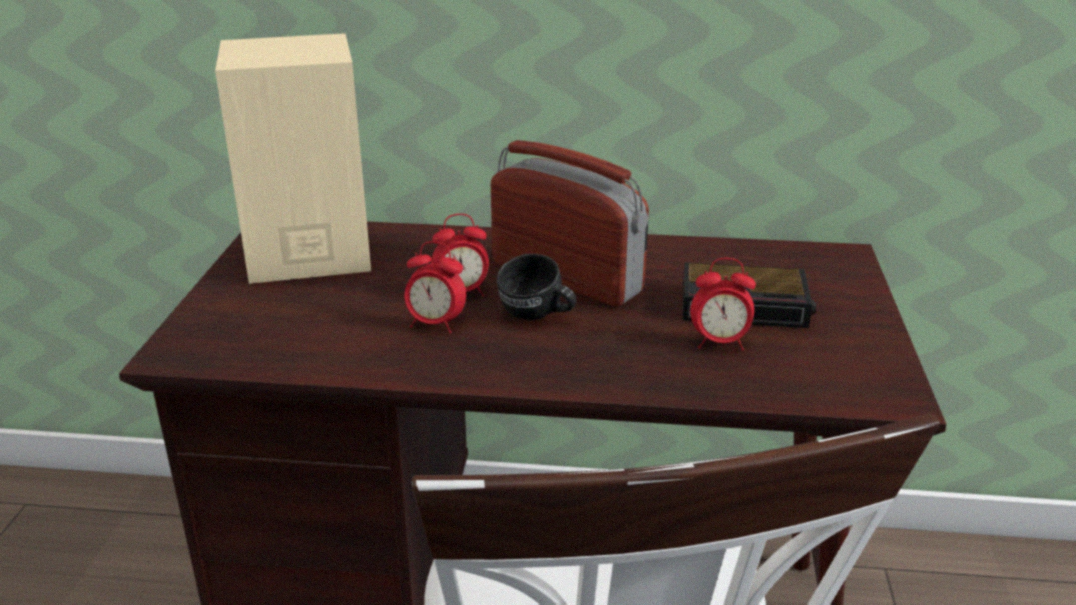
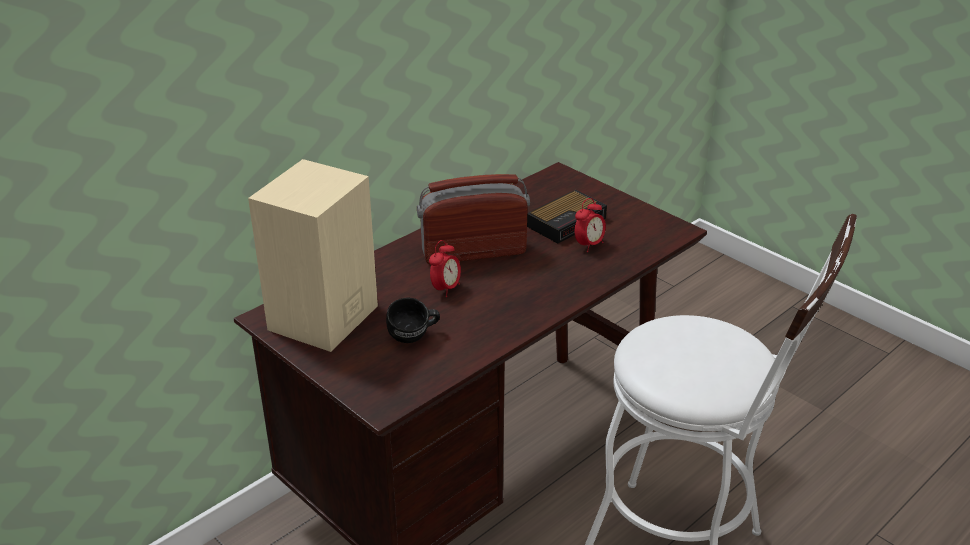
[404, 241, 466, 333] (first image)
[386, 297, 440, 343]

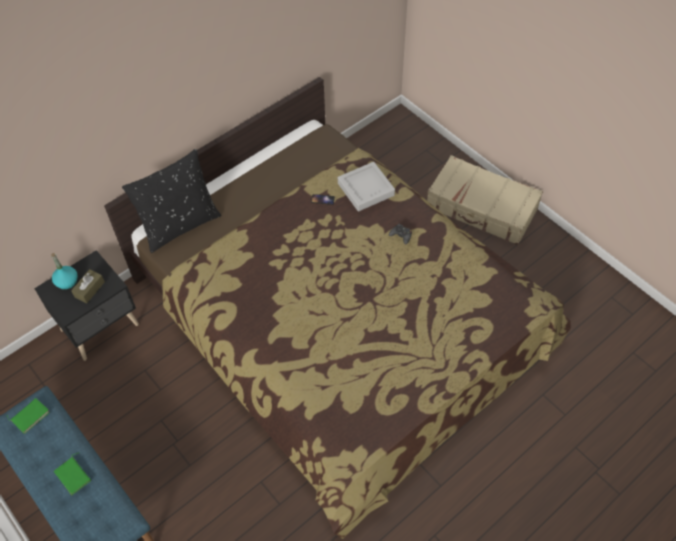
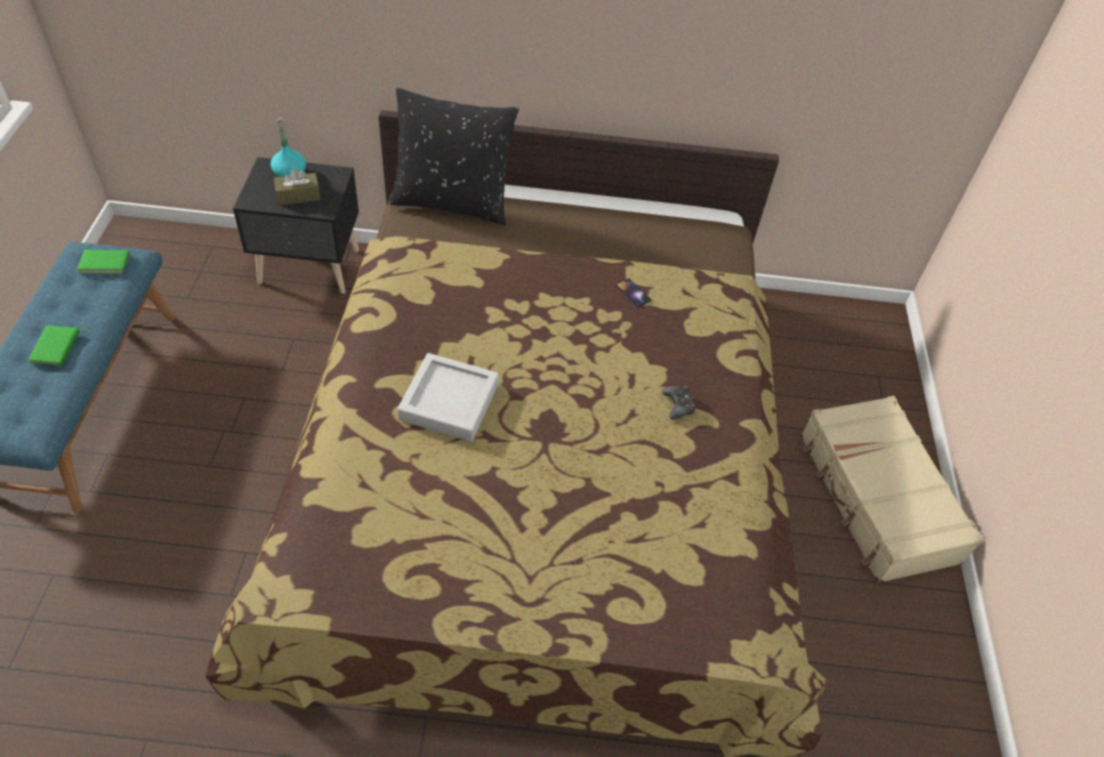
[398, 353, 499, 442]

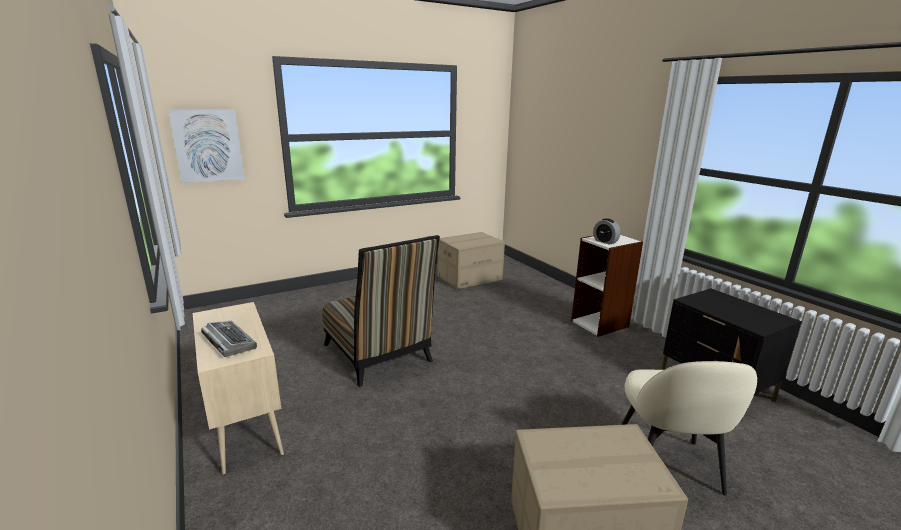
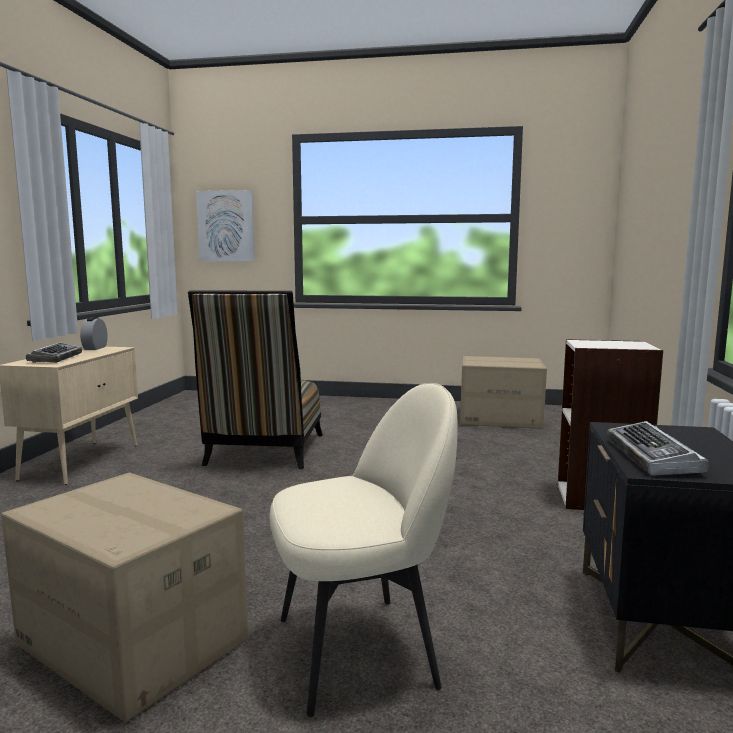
[607, 421, 709, 476]
[80, 317, 108, 350]
[270, 383, 458, 717]

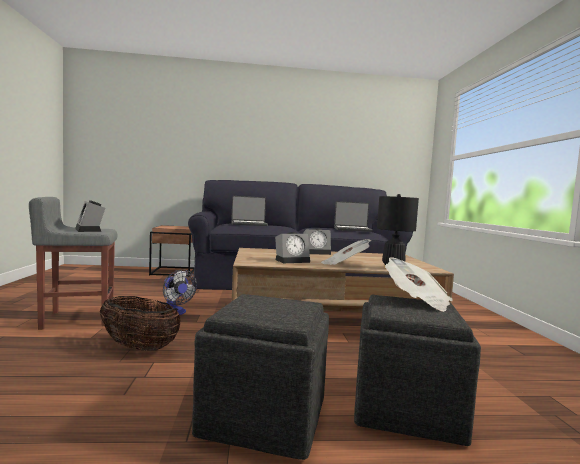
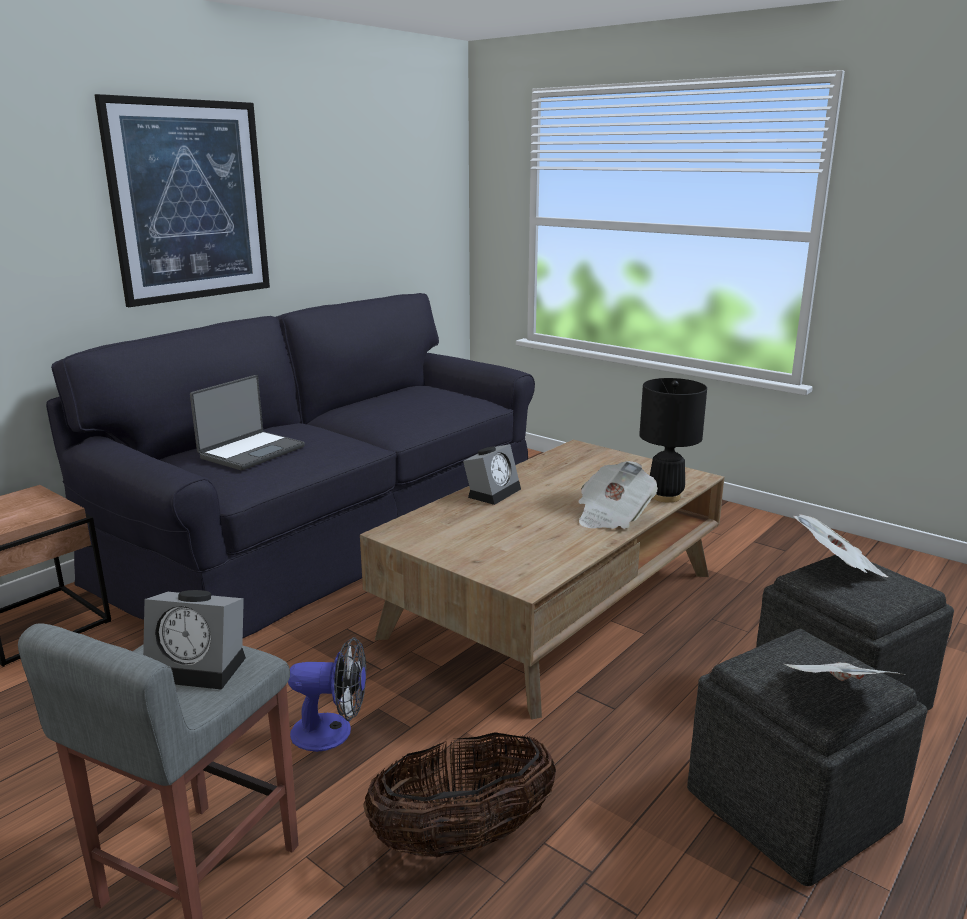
[275, 232, 310, 263] (first image)
[334, 201, 373, 232] (first image)
[94, 94, 270, 307]
[782, 663, 907, 681]

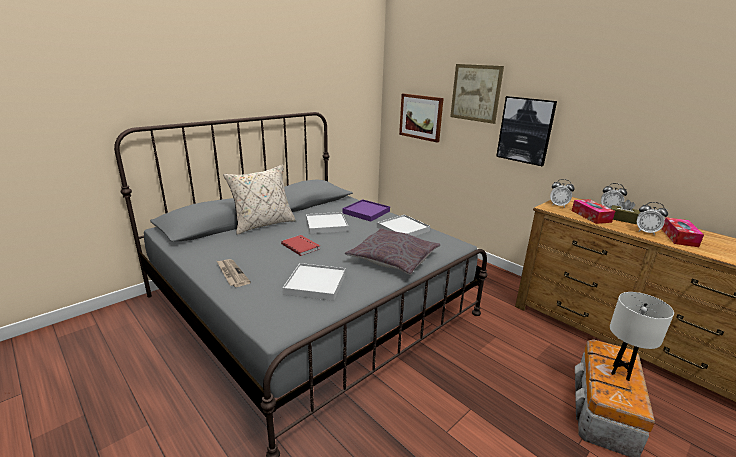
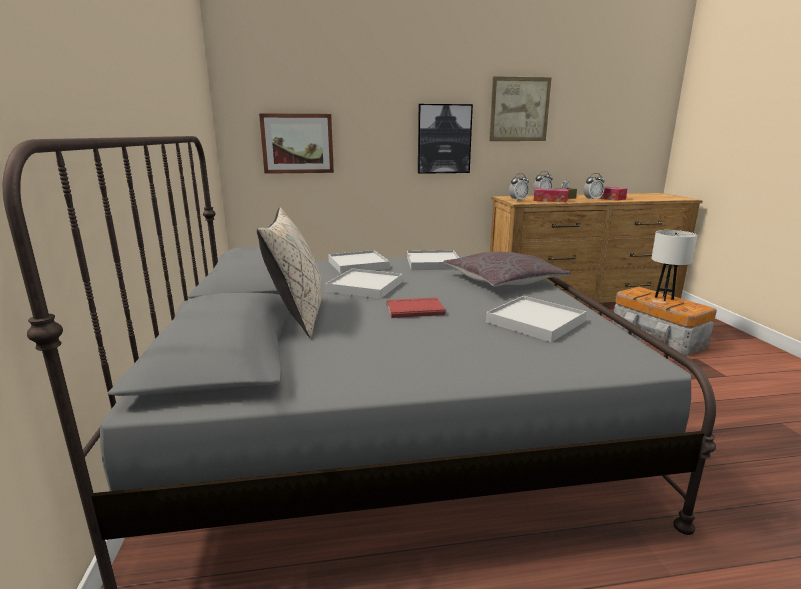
[217, 259, 251, 287] (first image)
[489, 76, 552, 141]
[328, 250, 390, 274]

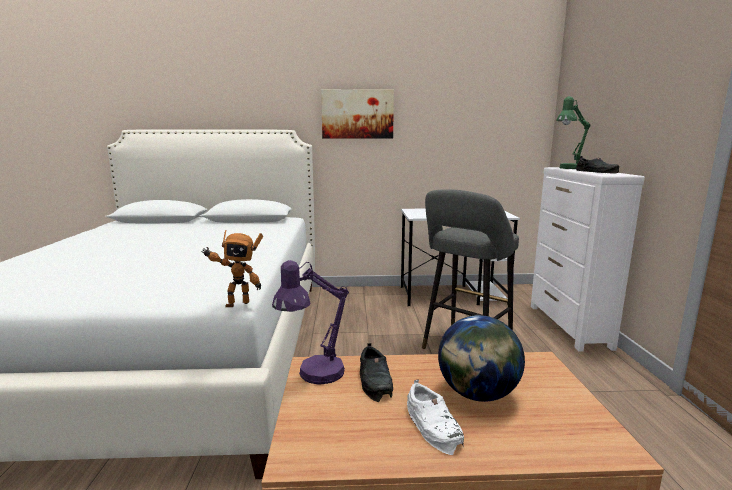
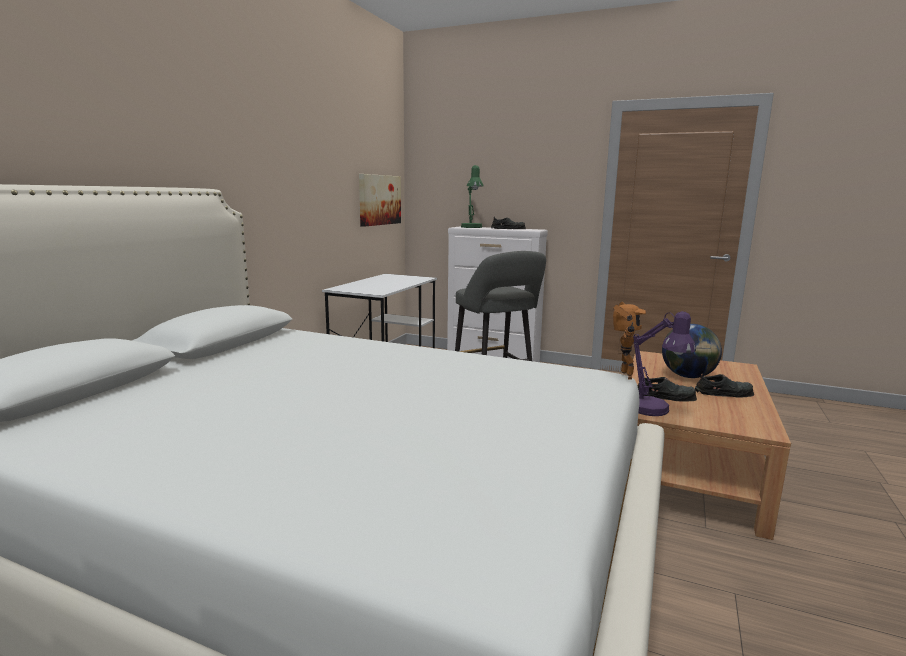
[359, 174, 401, 227]
[695, 374, 754, 398]

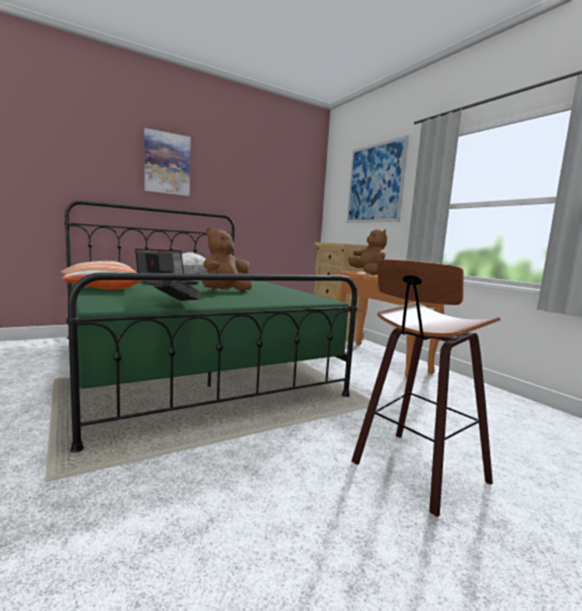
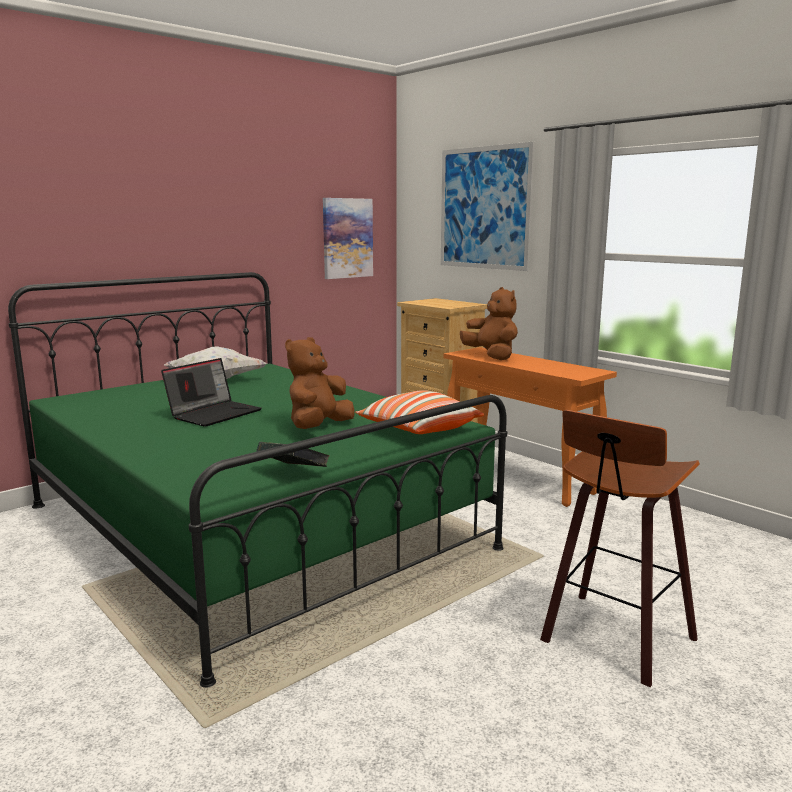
[355, 390, 484, 434]
[323, 198, 373, 279]

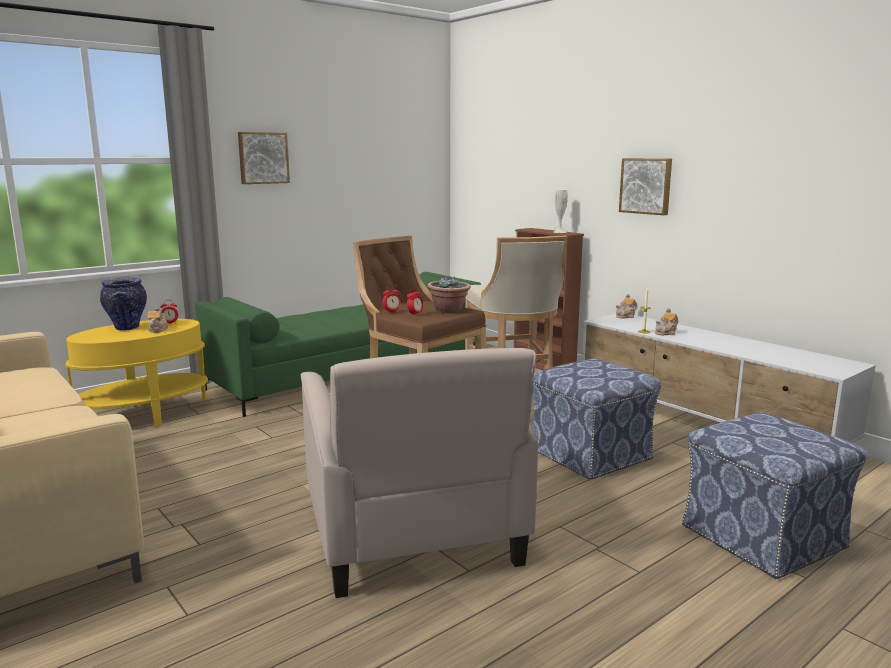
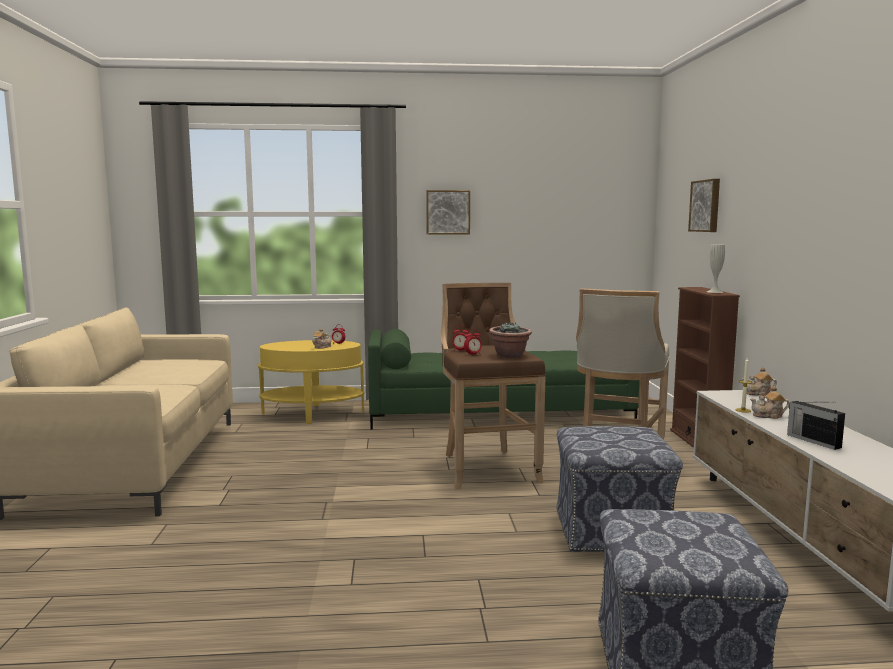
[100, 277, 147, 331] (first image)
[301, 348, 538, 598] (first image)
[787, 401, 845, 450]
[688, 179, 720, 232]

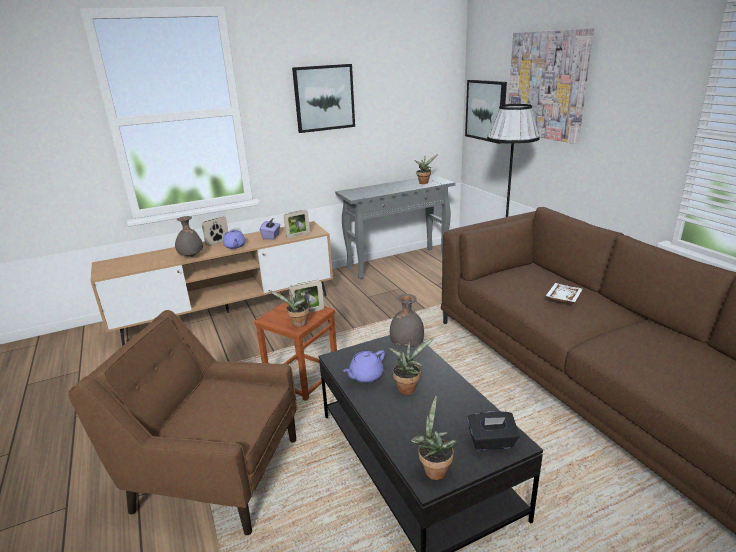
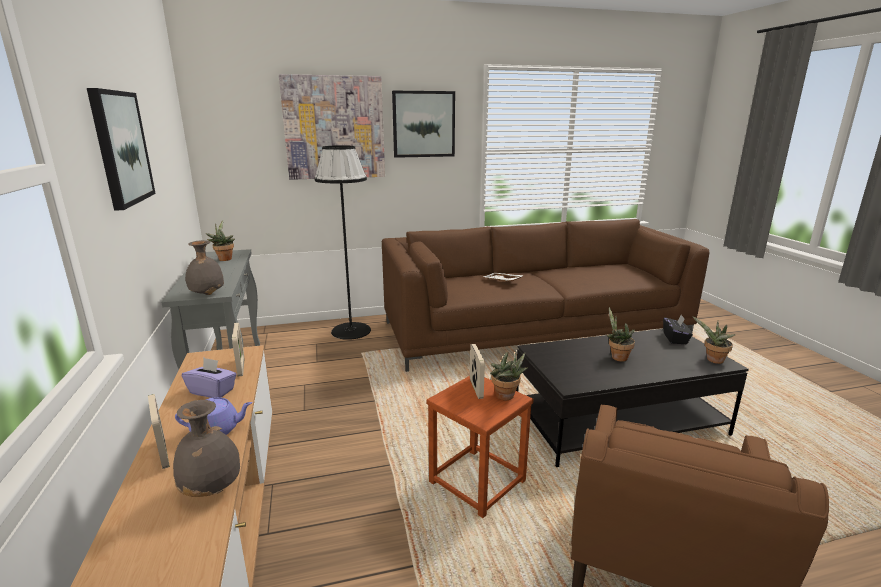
[344, 350, 385, 383] (first image)
[185, 240, 224, 295]
[392, 91, 455, 158]

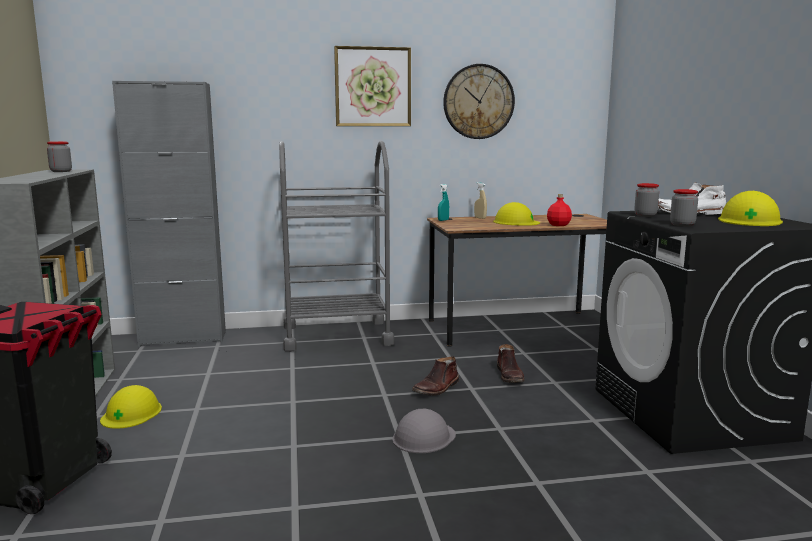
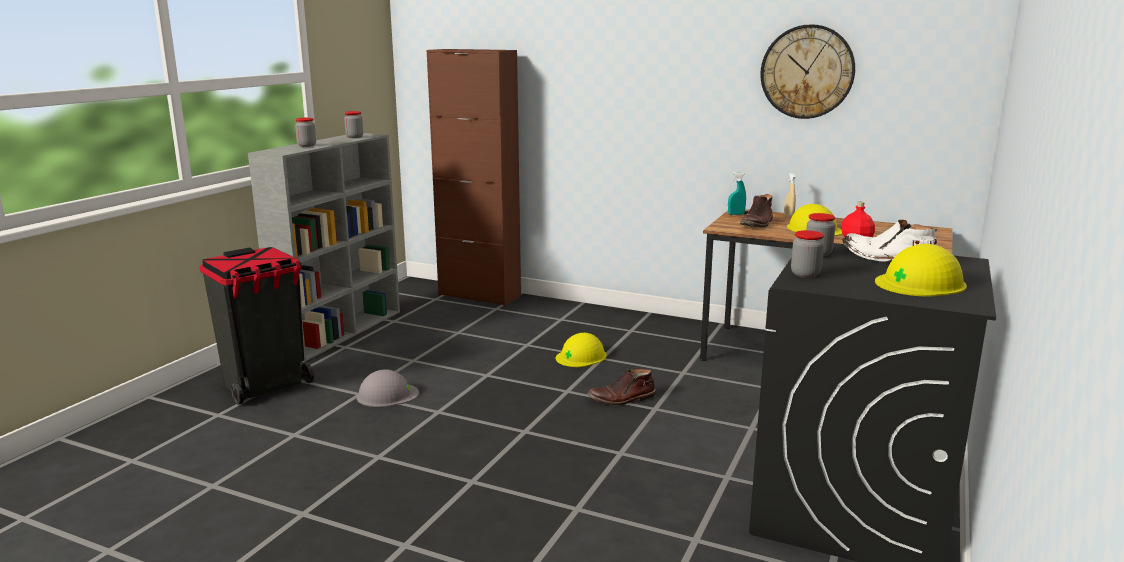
[279, 141, 394, 352] (first image)
[334, 46, 411, 126] (first image)
[295, 118, 316, 147]
[556, 333, 606, 367]
[356, 369, 419, 407]
[740, 194, 773, 227]
[427, 49, 521, 306]

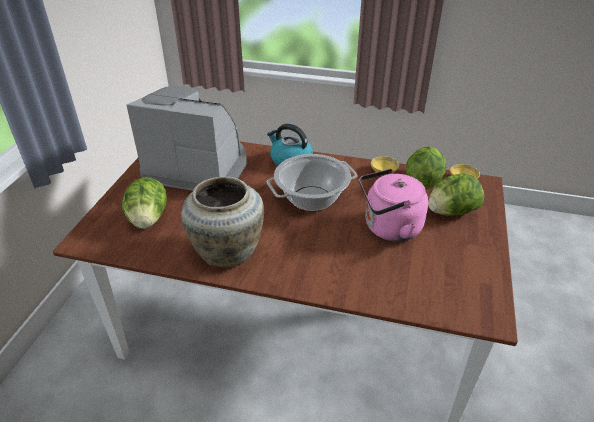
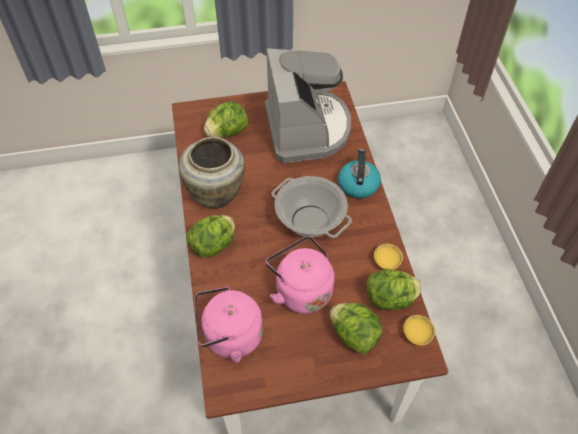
[187, 215, 235, 258]
[194, 287, 263, 363]

